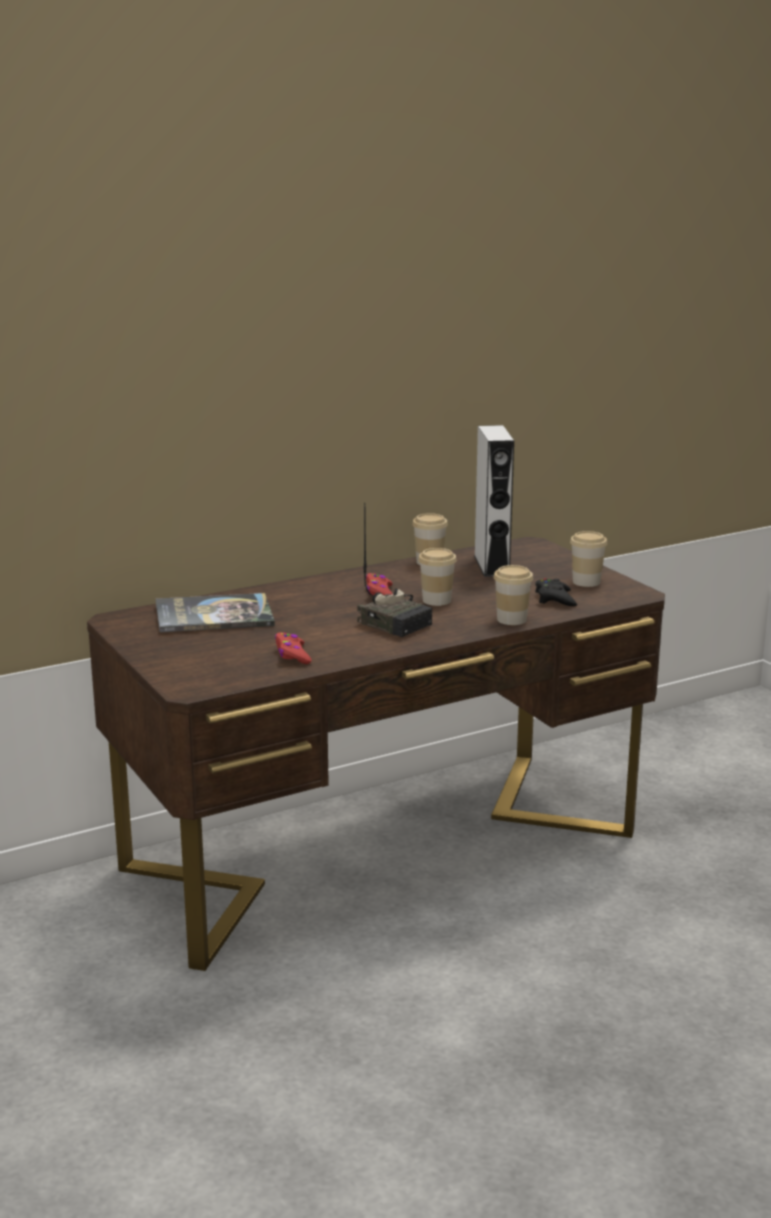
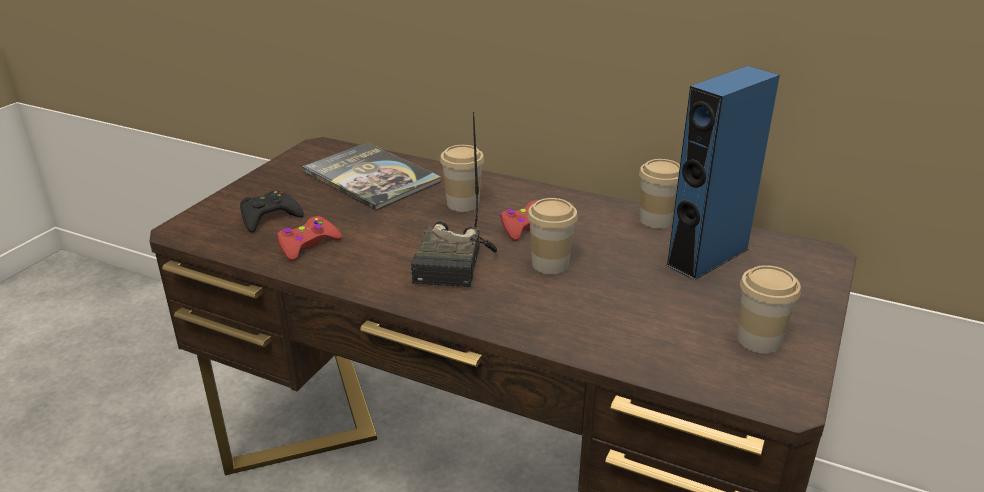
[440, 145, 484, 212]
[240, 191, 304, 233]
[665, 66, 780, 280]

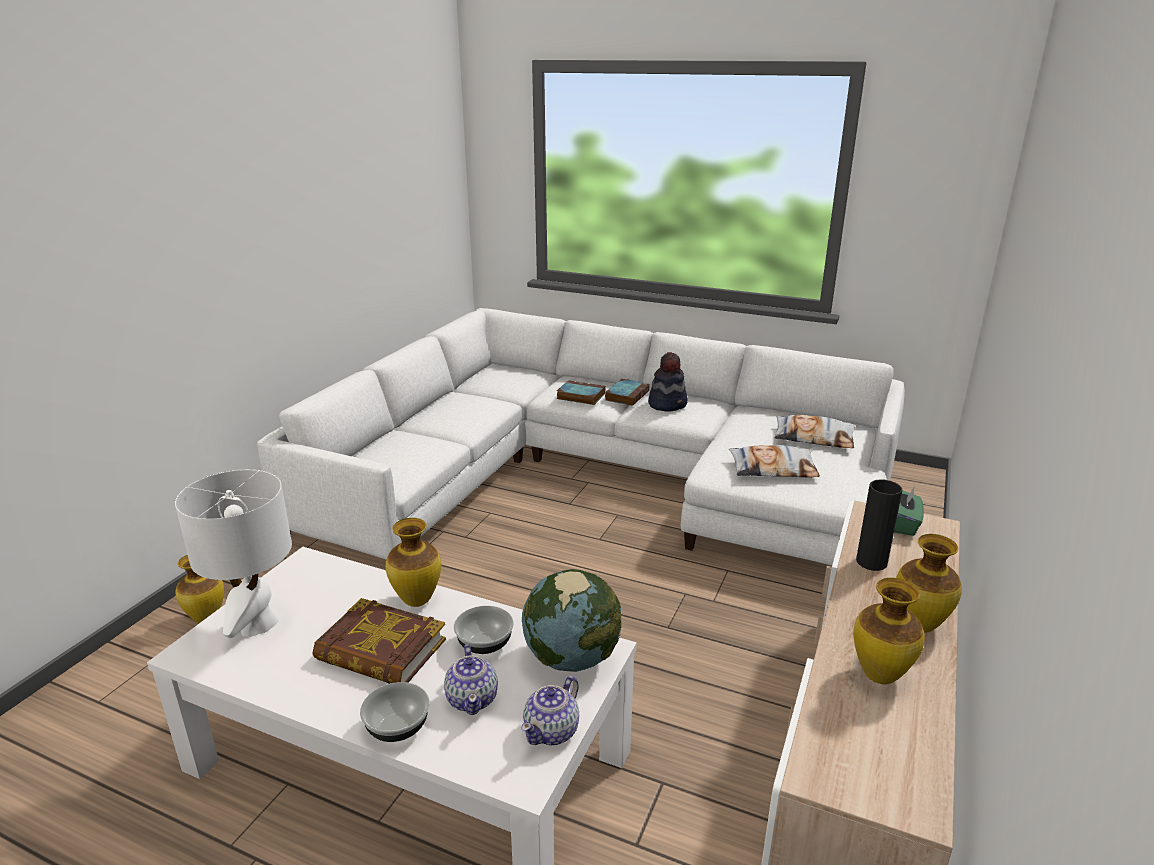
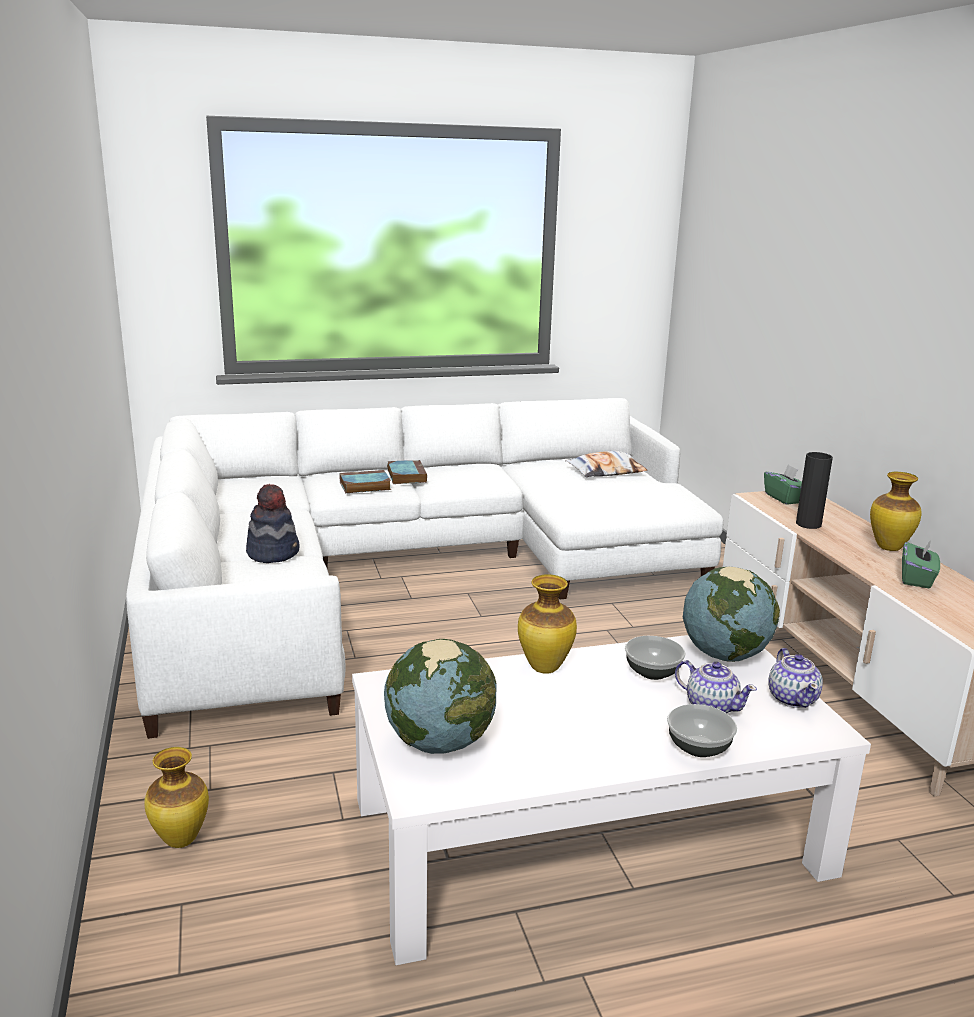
[313, 598, 446, 684] (first image)
[729, 445, 820, 478] (first image)
[246, 484, 300, 563]
[384, 639, 497, 754]
[902, 540, 940, 588]

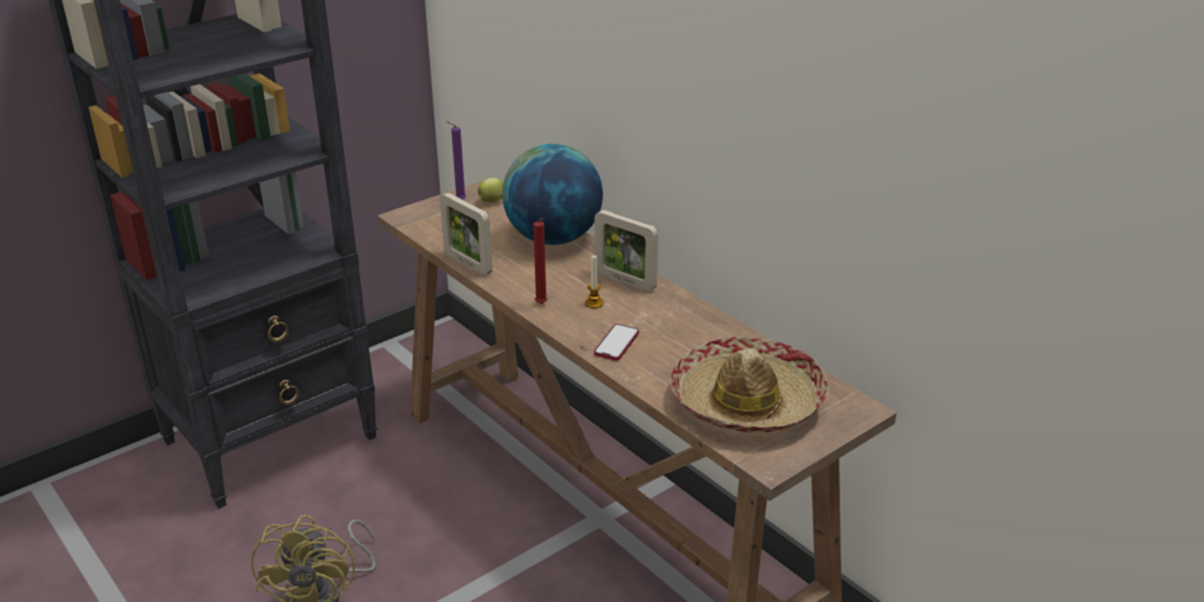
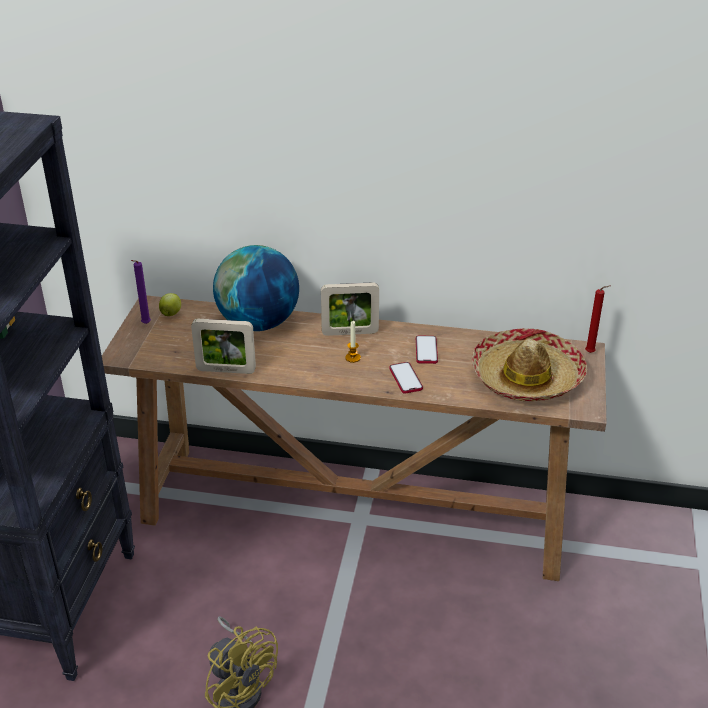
[416, 336, 438, 364]
[585, 285, 610, 353]

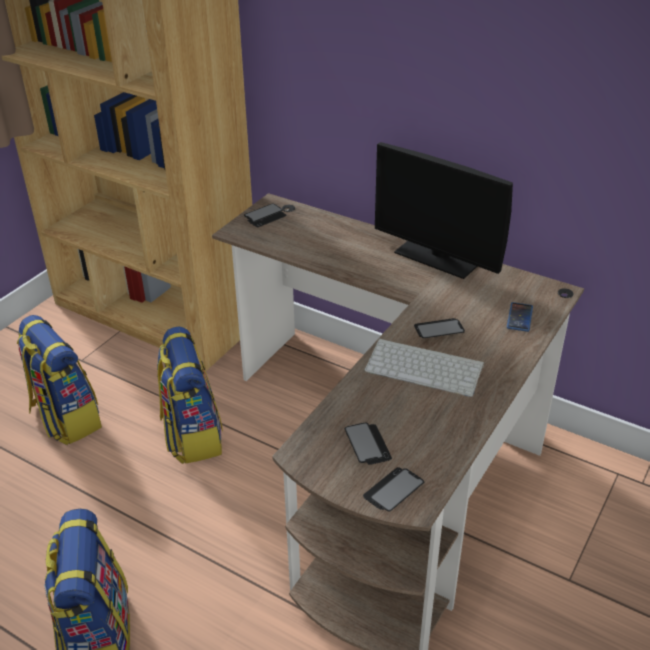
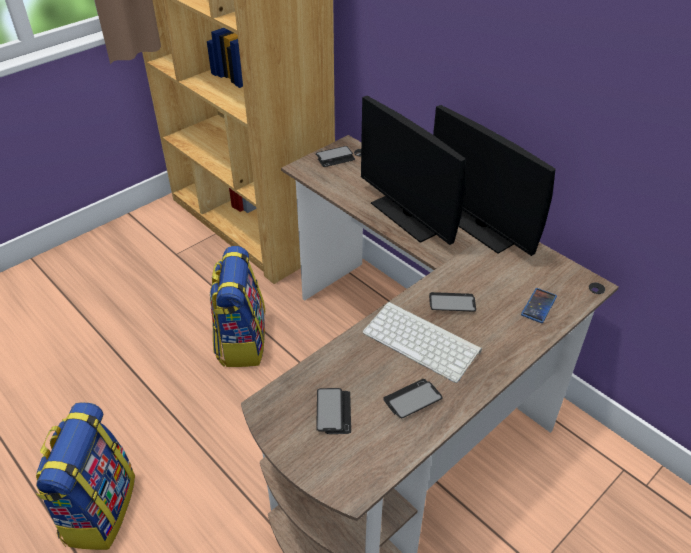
[17, 315, 102, 445] (first image)
[361, 96, 466, 245]
[383, 379, 443, 418]

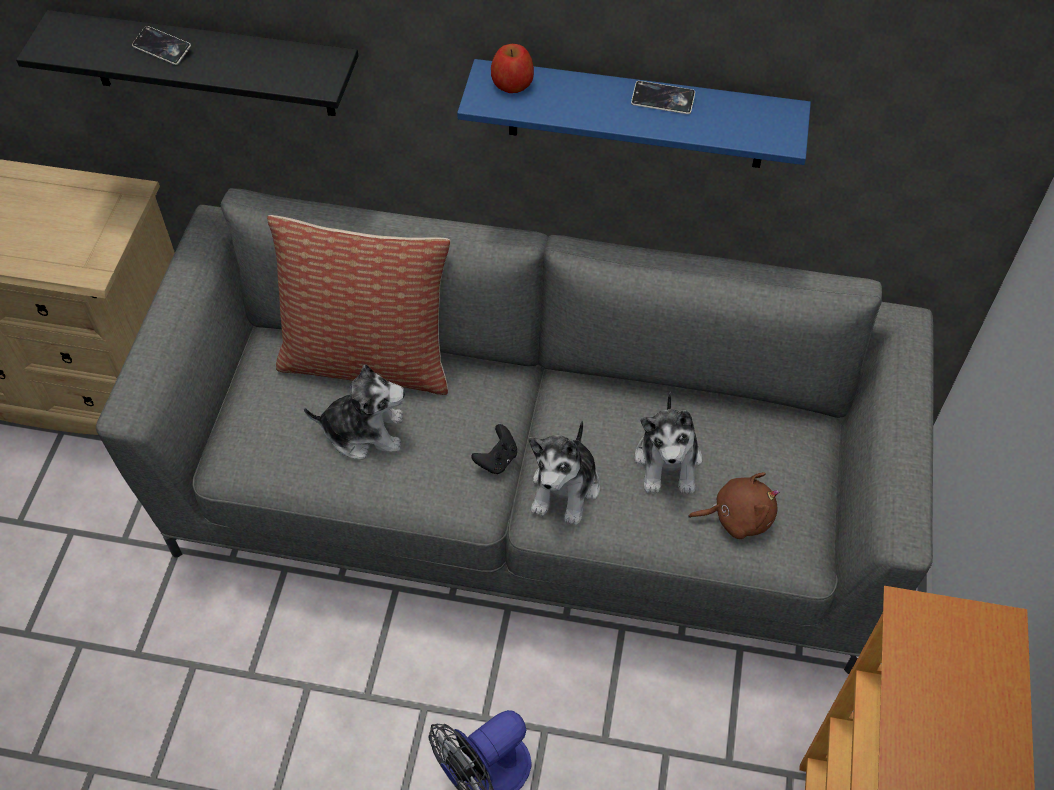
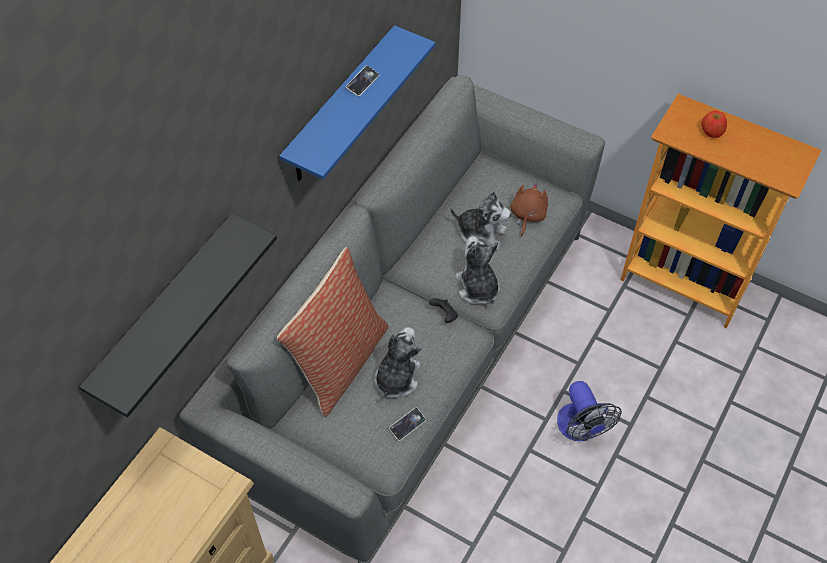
[389, 408, 426, 441]
[701, 111, 727, 138]
[456, 236, 500, 304]

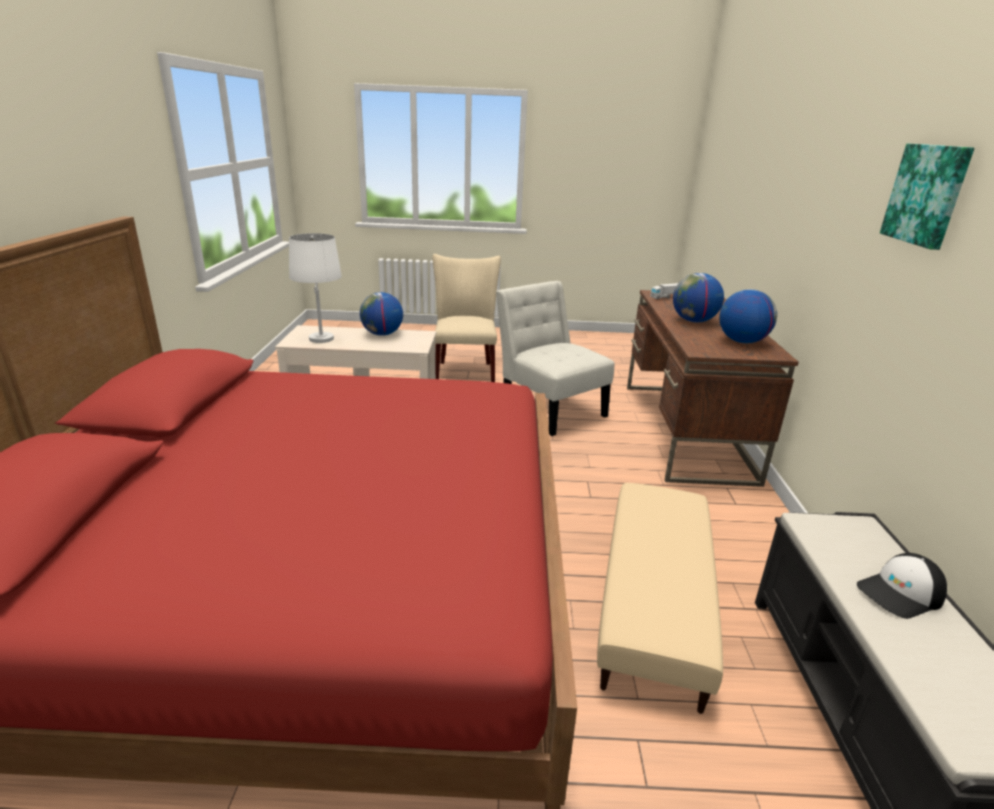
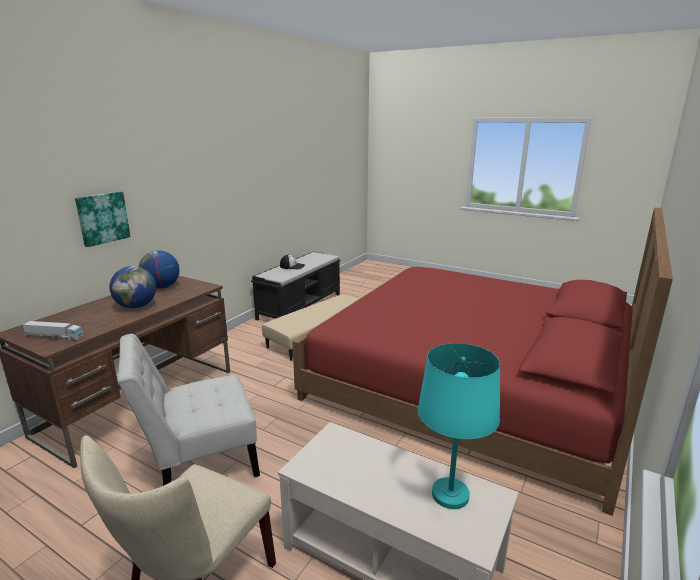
[360, 292, 403, 336] (first image)
[75, 191, 131, 247]
[418, 343, 500, 509]
[117, 334, 260, 486]

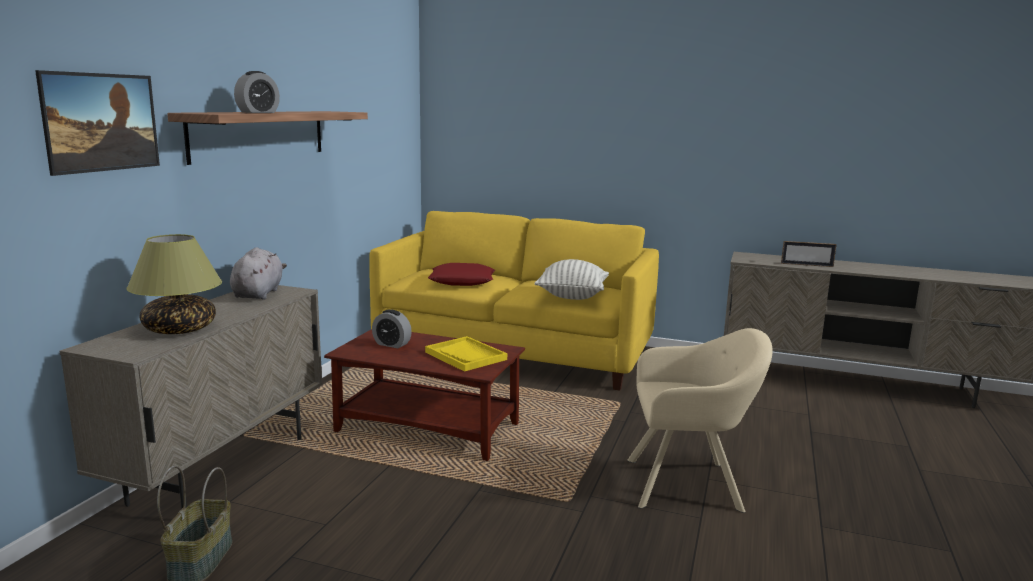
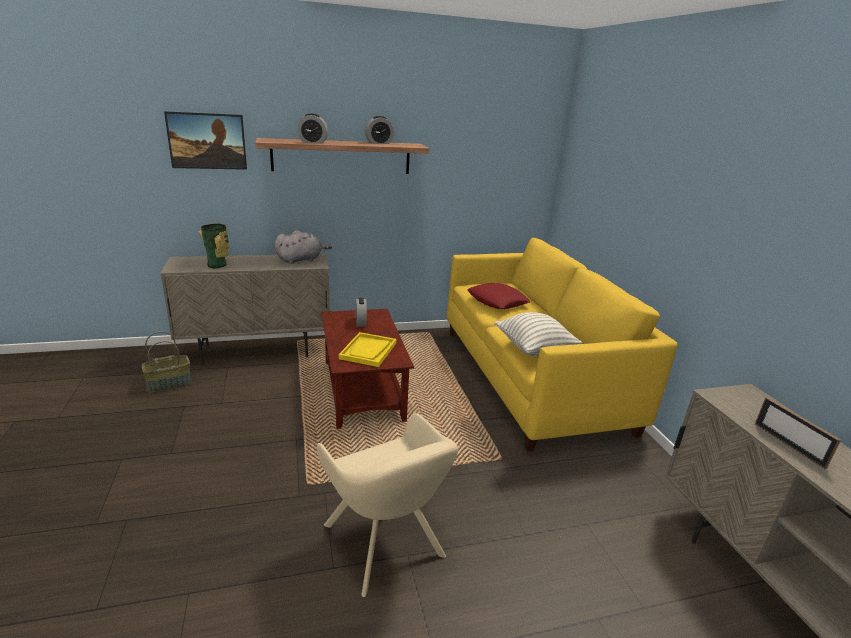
[365, 116, 394, 144]
[199, 224, 229, 269]

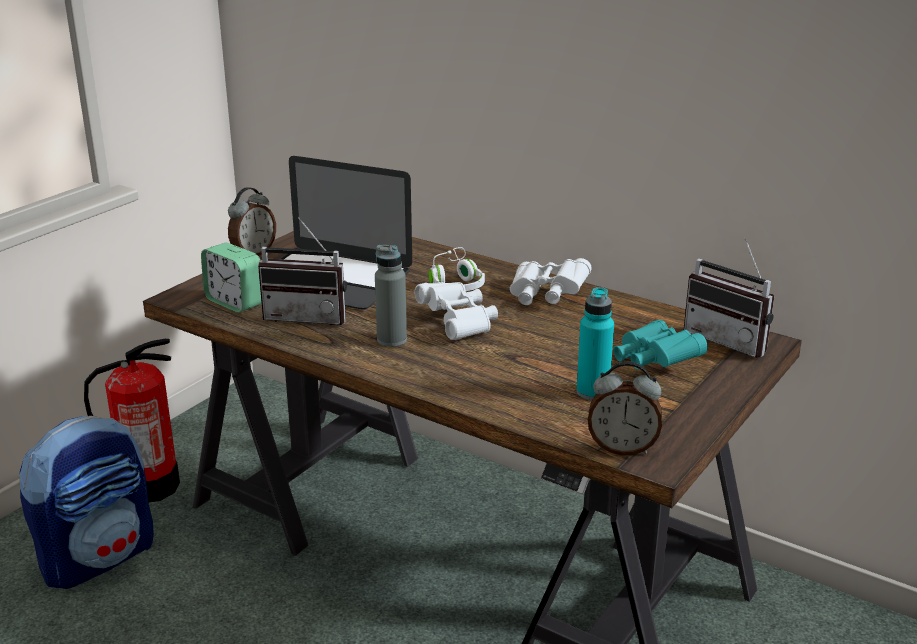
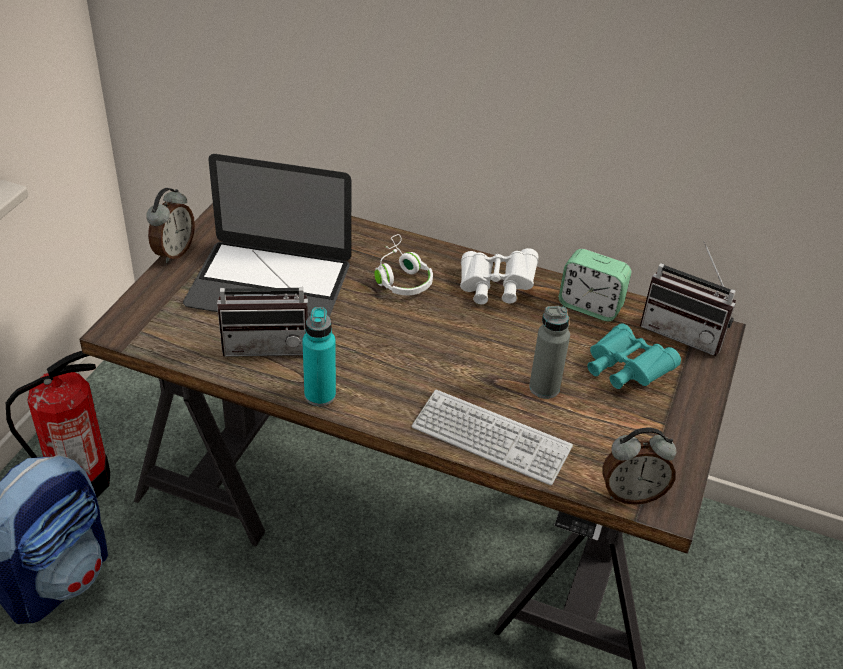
[415, 282, 498, 340] (first image)
[412, 390, 573, 485]
[559, 249, 631, 321]
[529, 306, 570, 399]
[302, 307, 336, 406]

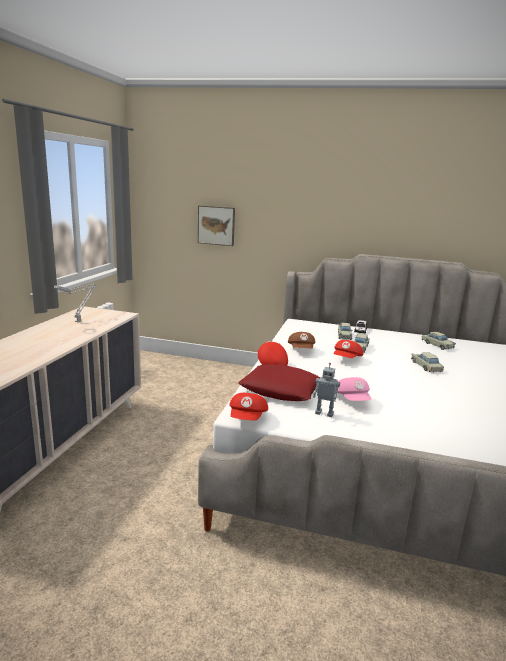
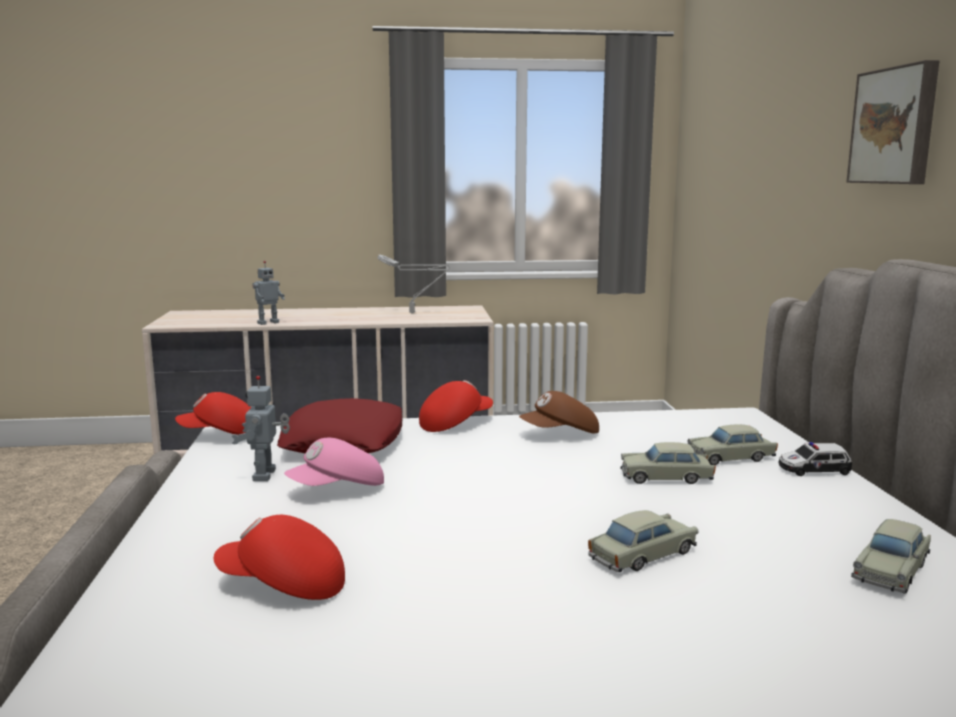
[252, 261, 285, 325]
[847, 60, 940, 184]
[214, 515, 345, 600]

